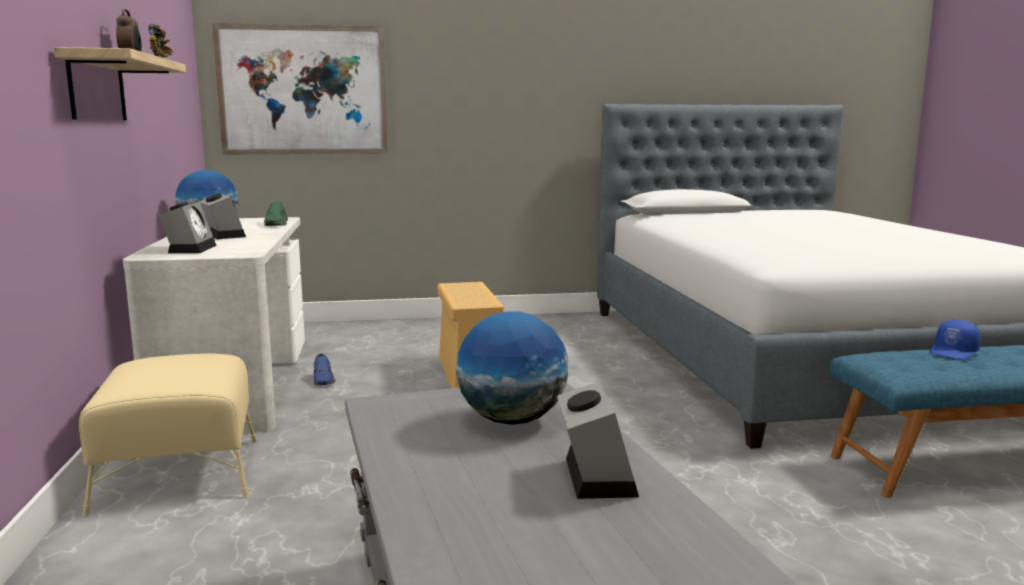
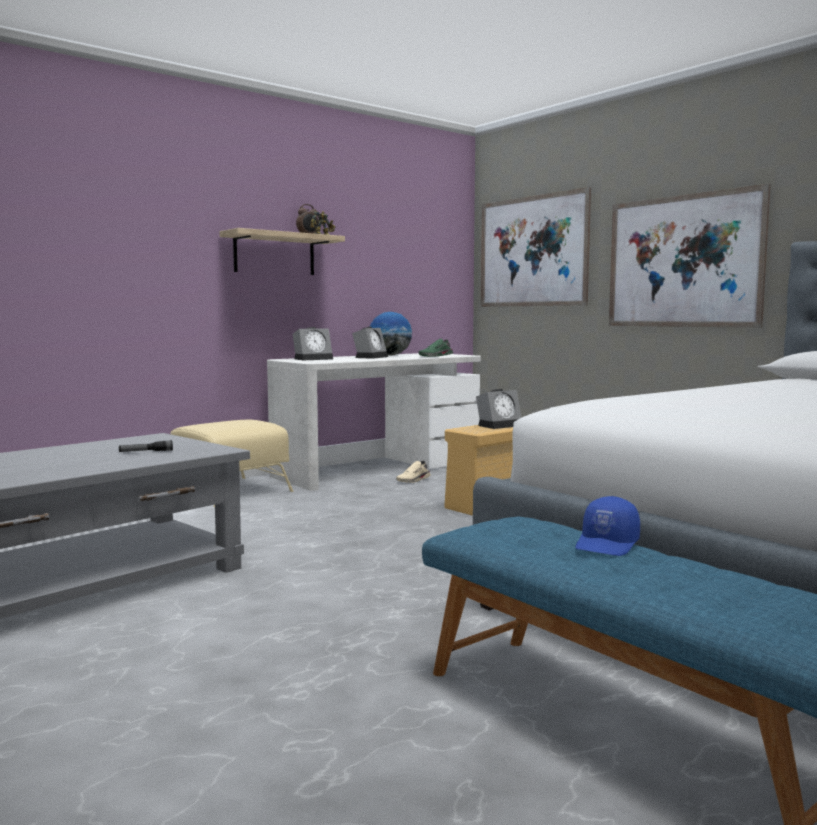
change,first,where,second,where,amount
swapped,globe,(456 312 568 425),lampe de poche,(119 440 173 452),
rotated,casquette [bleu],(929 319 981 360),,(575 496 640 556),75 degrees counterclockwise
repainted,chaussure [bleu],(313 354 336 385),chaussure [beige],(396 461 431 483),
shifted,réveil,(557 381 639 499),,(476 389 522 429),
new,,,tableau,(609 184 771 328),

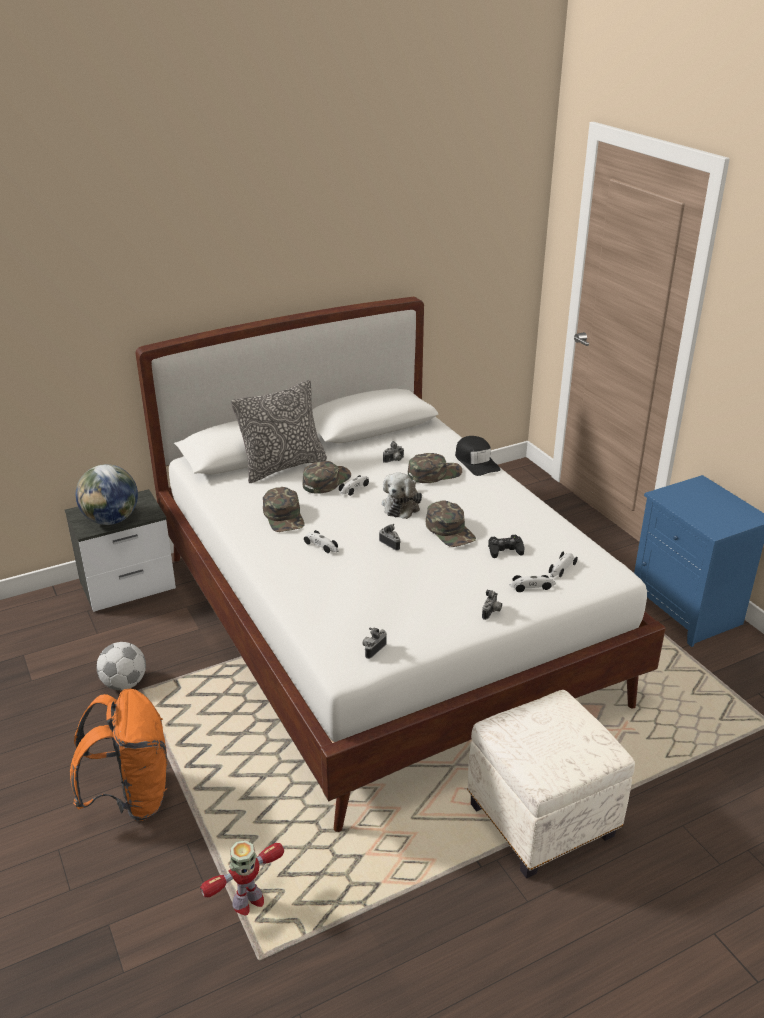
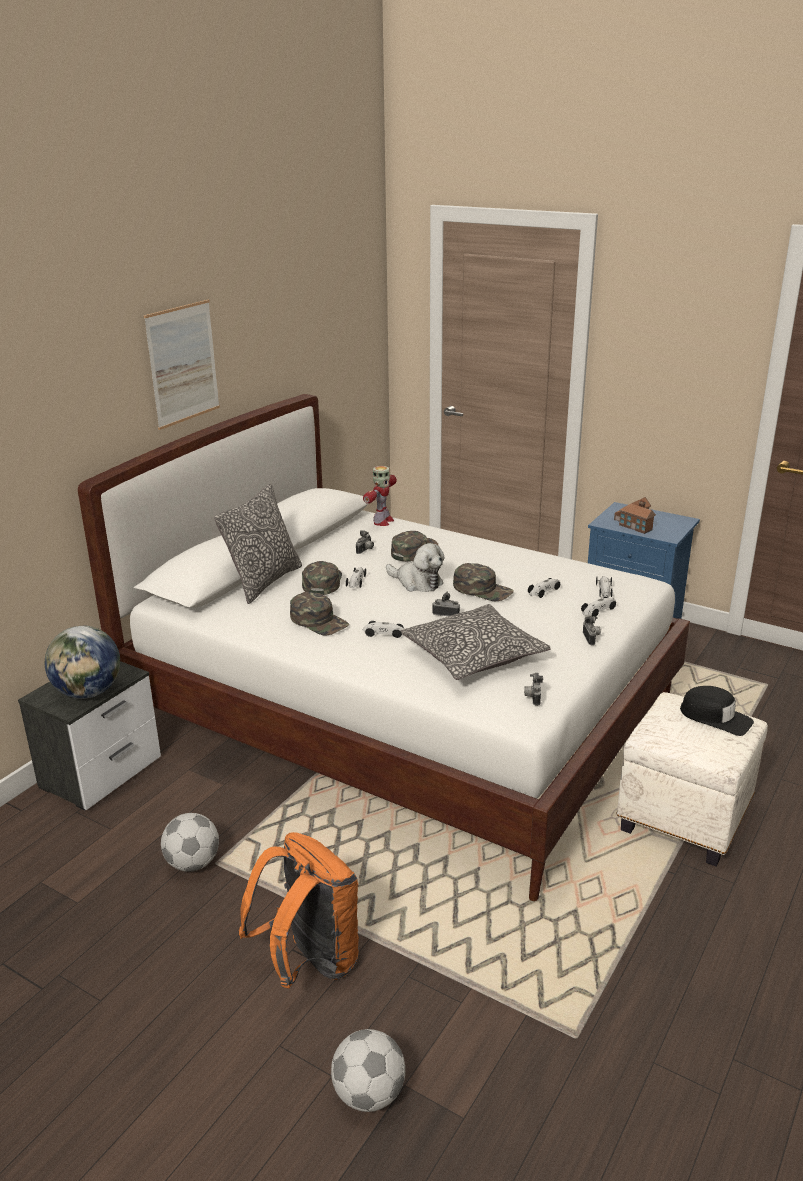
change,first,where,second,where,amount
shifted,casquette [noir],(455 436 501 476),,(680 686 754 736),
rotated,peluche,(382 473 422 519),,(386 543 444 592),45 degrees counterclockwise
swapped,manette [noir],(488 535 524 558),petite voiture,(528 578 560 598),
shifted,robot jouet,(200 840 284 915),,(363 466 397 526),
new,,,tableau,(144 300 220 430),
new,,,maison miniature,(614 497 656 534),
new,,,coussin,(401 604 551 680),
new,,,ballon de foot,(331 1029 405 1112),

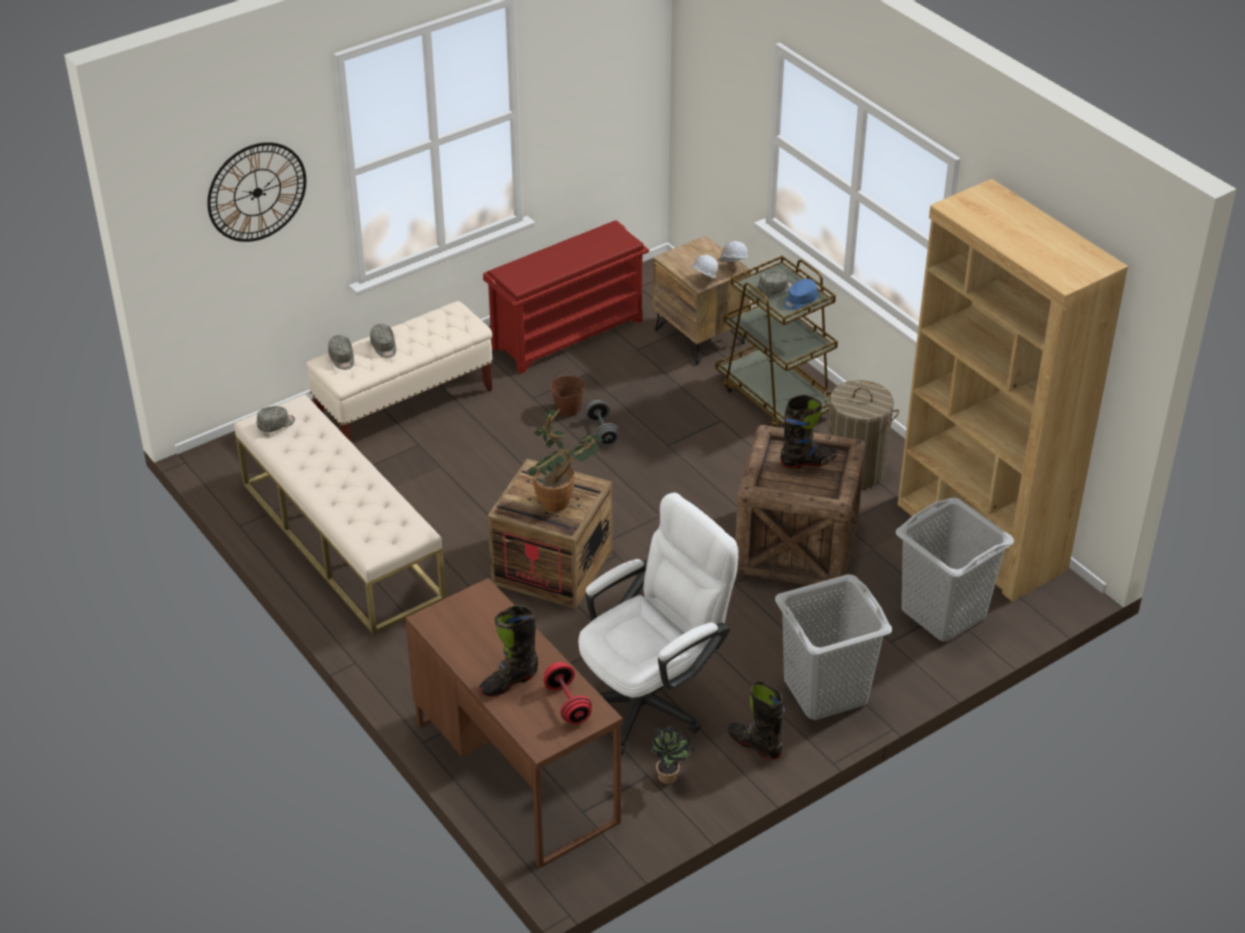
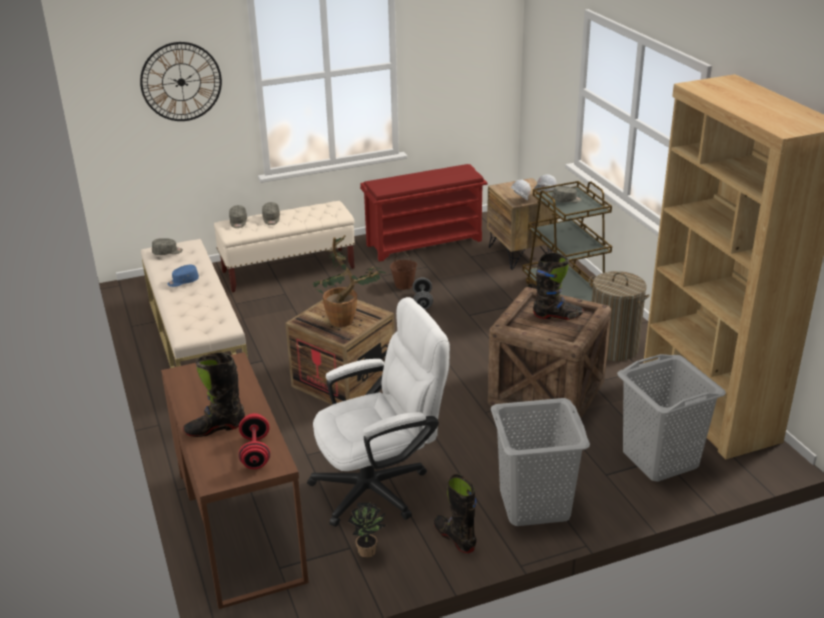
change,first,where,second,where,amount
shifted,casquette [bleu],(783 279 818 309),,(167 265 199 287),

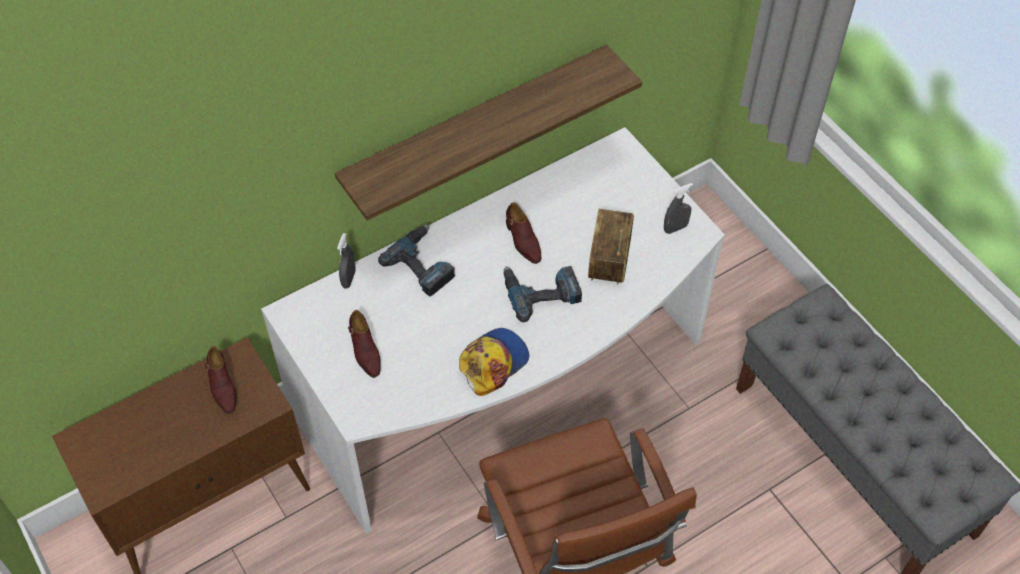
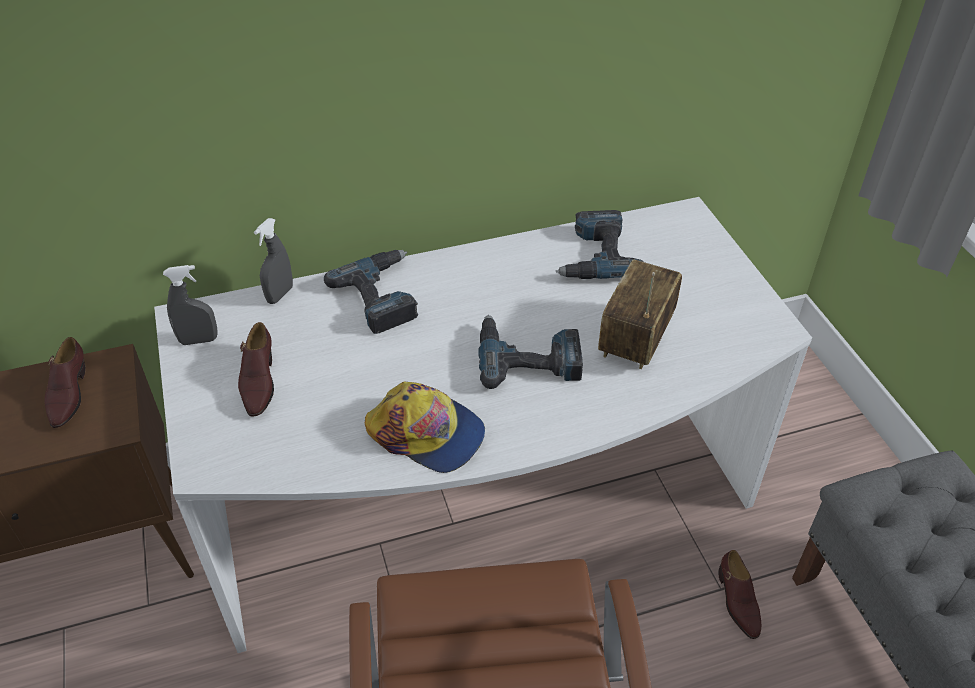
change,first,where,second,where,amount
gone,étagère,(335 45 642 221),,,
shifted,vaporisateur [gris],(664 183 693 234),,(163 265 218 345),
shifted,chaussure [marron],(506 202 541 264),,(718 550 761 639),
rotated,casquette,(459 328 529 396),,(365 382 485 473),60 degrees clockwise
new,,,perceuse,(556 210 643 279),

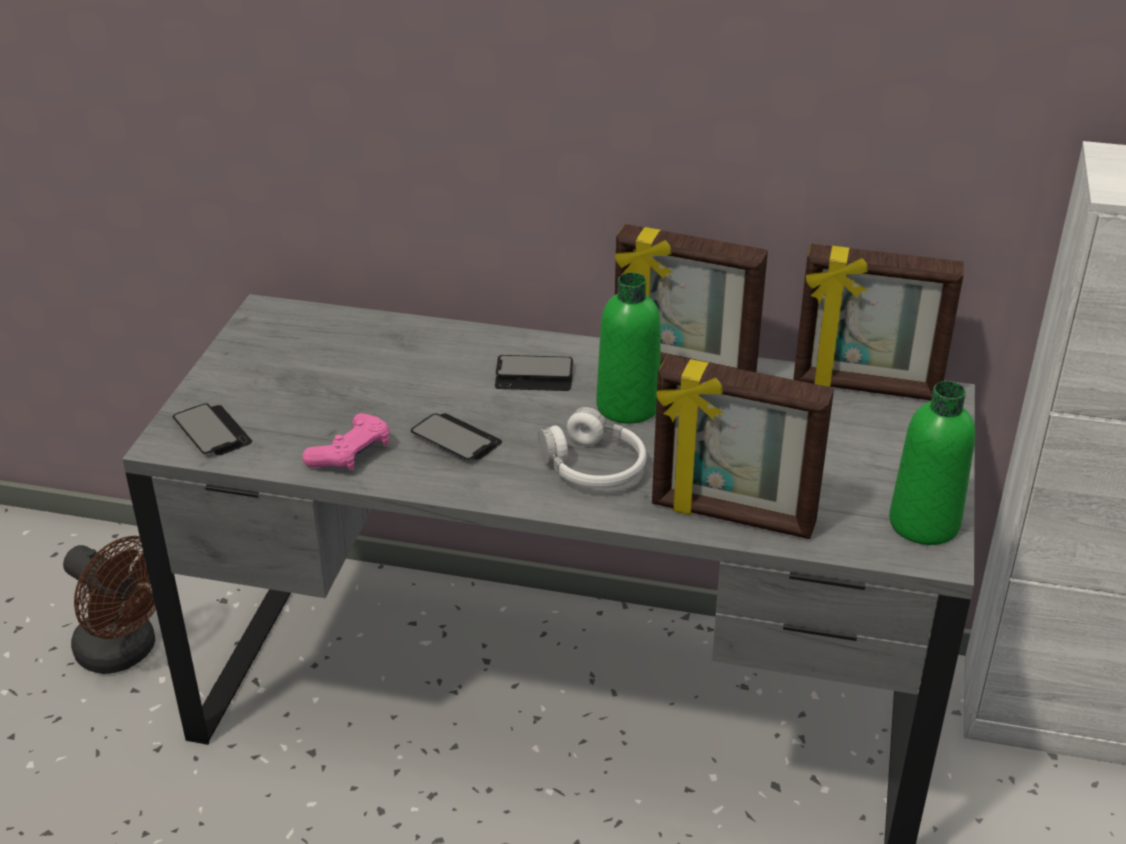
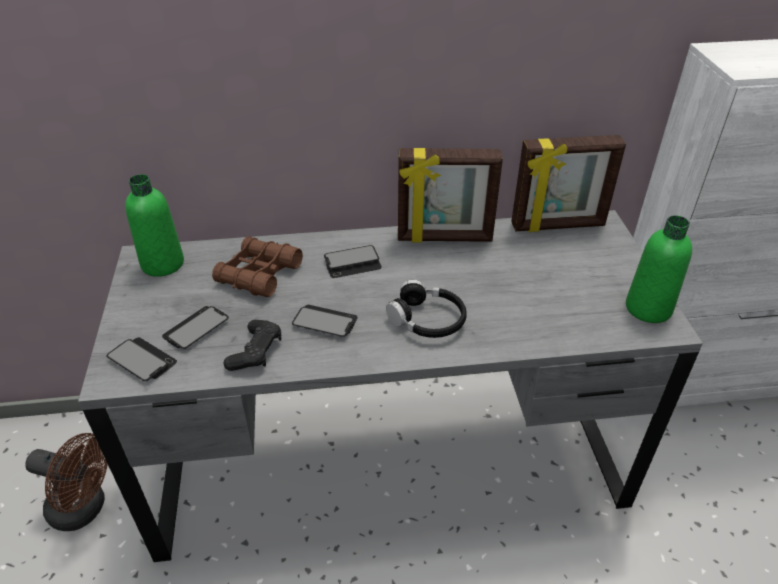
change,first,where,second,where,amount
shifted,bouteille [vert],(596 272 661 424),,(125 174 184 277),
gone,cadre photo,(652 355 834 539),,,
repainted,casque audio [blanc],(538 407 647 489),casque audio [noir],(386 280 467 338),
repainted,manette [rose],(302 413 389 471),manette [noir],(223 320 281 371),
new,,,jumelles [marron],(212 236 303 297),
new,,,téléphone,(162 306 229 349),

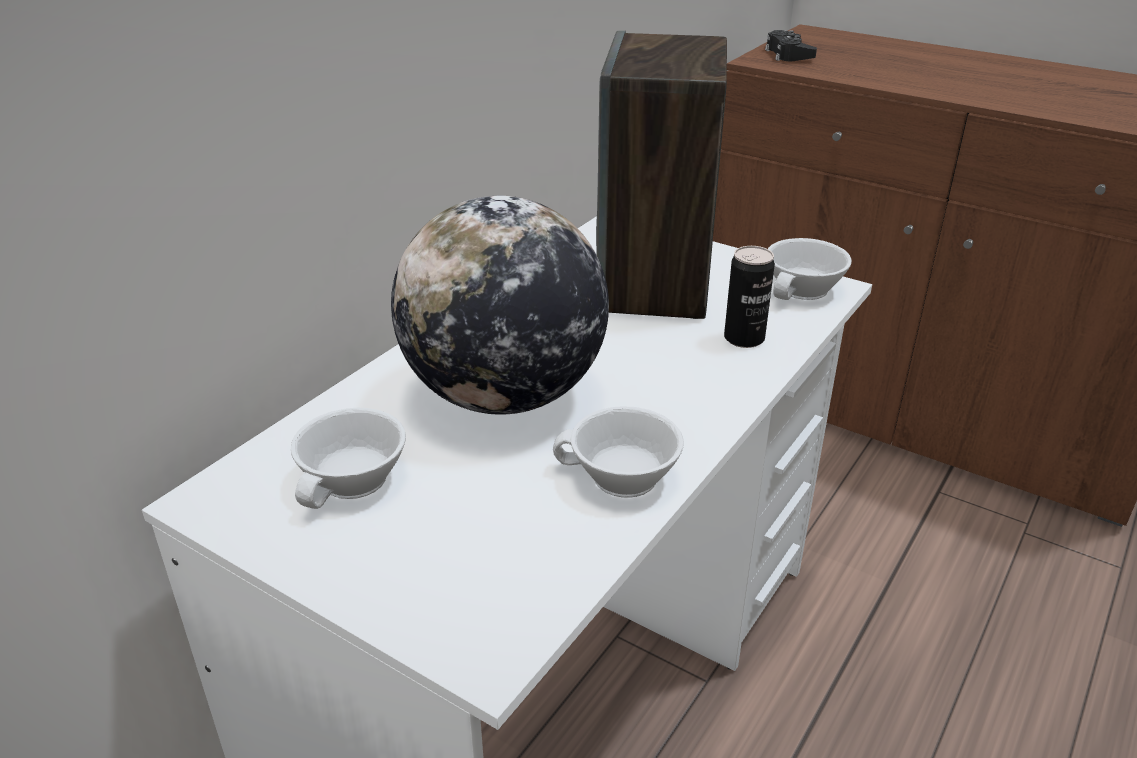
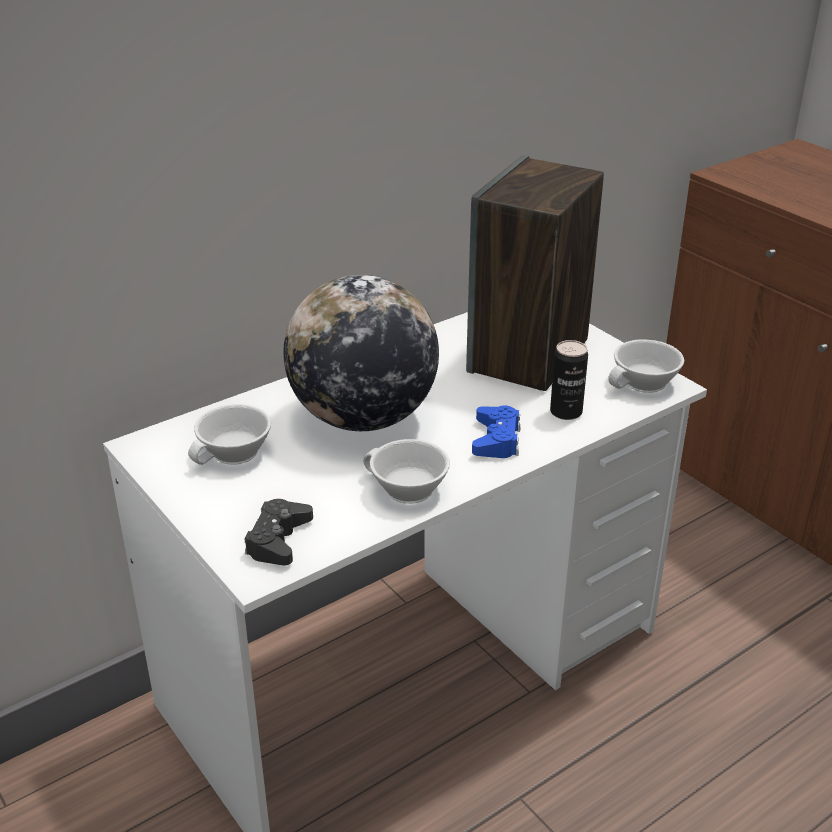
change,first,where,second,where,amount
shifted,manette [noir],(765 30 817 61),,(245 499 313 566),
new,,,manette [bleu],(472 406 520 458),

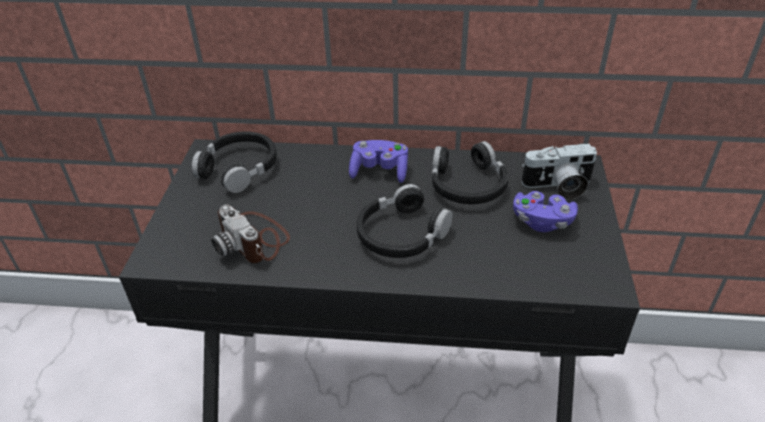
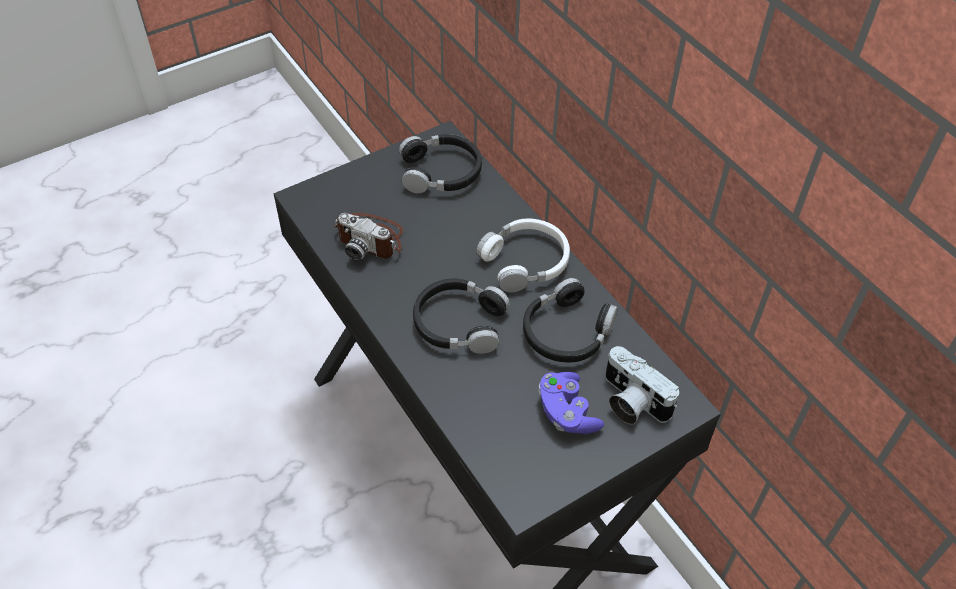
change,first,where,second,where,amount
swapped,manette [violet],(349 140 408 183),casque audio [blanc],(476 219 570 292),
rotated,appareil photo,(211 205 290 263),,(333 213 403 260),75 degrees counterclockwise

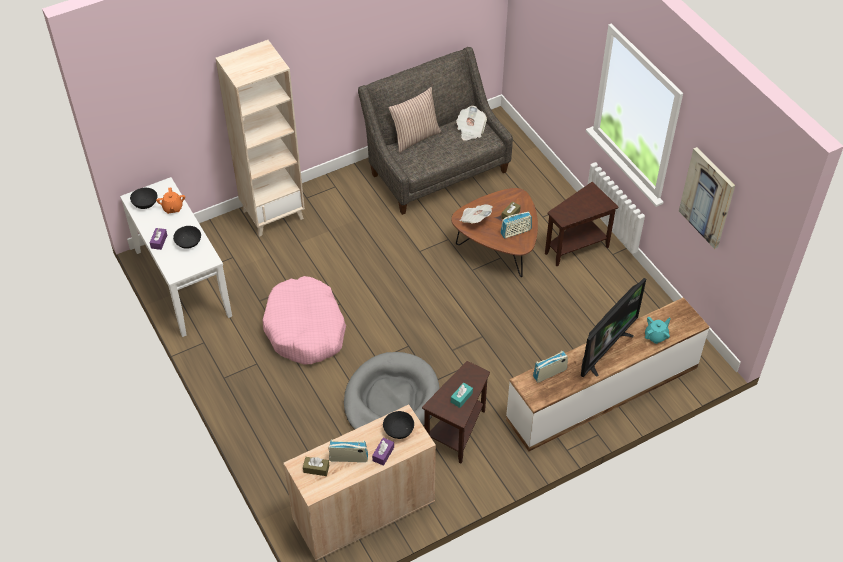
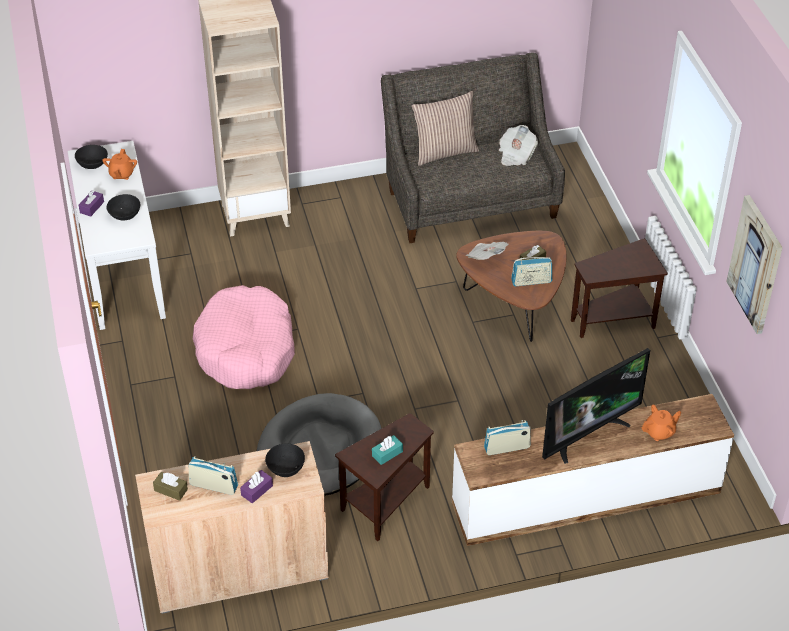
change,first,where,second,where,amount
repainted,théière [turquoise],(645 317 670 344),théière [orange],(641 404 682 441),

